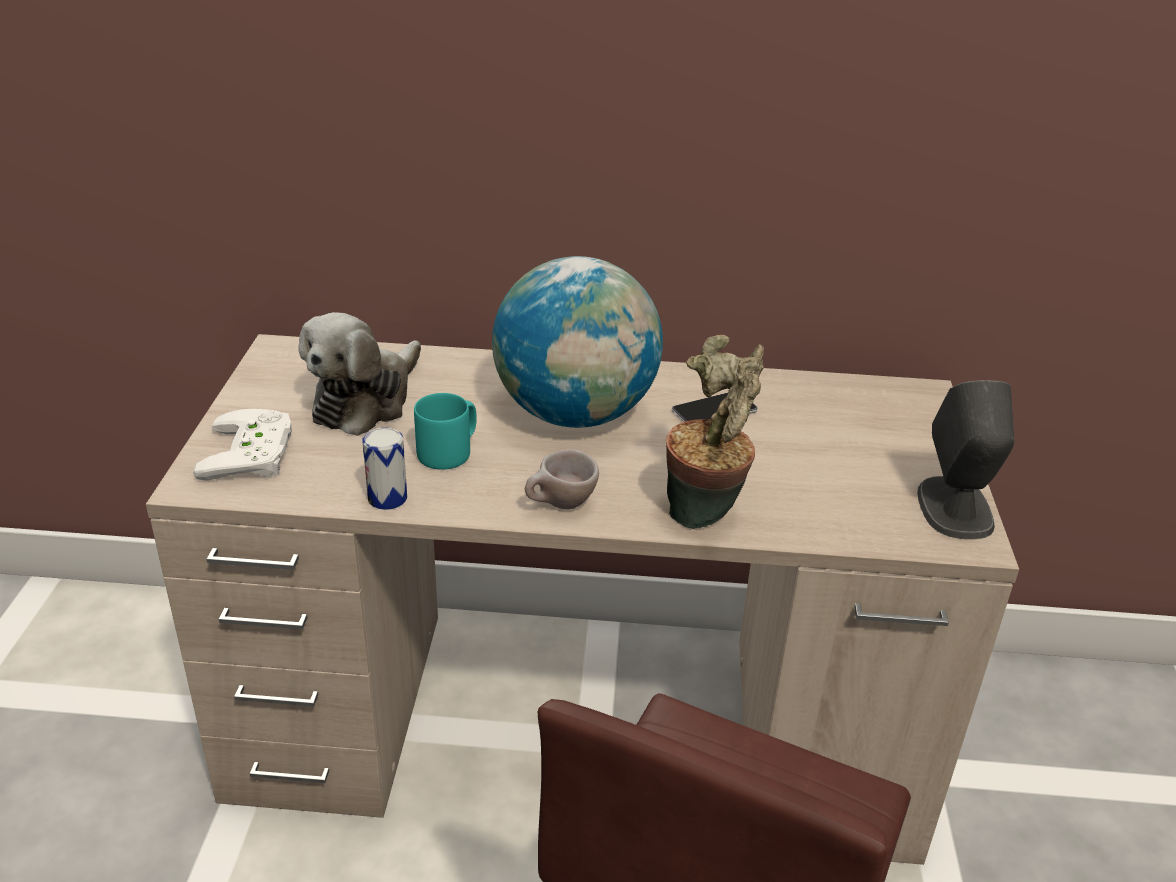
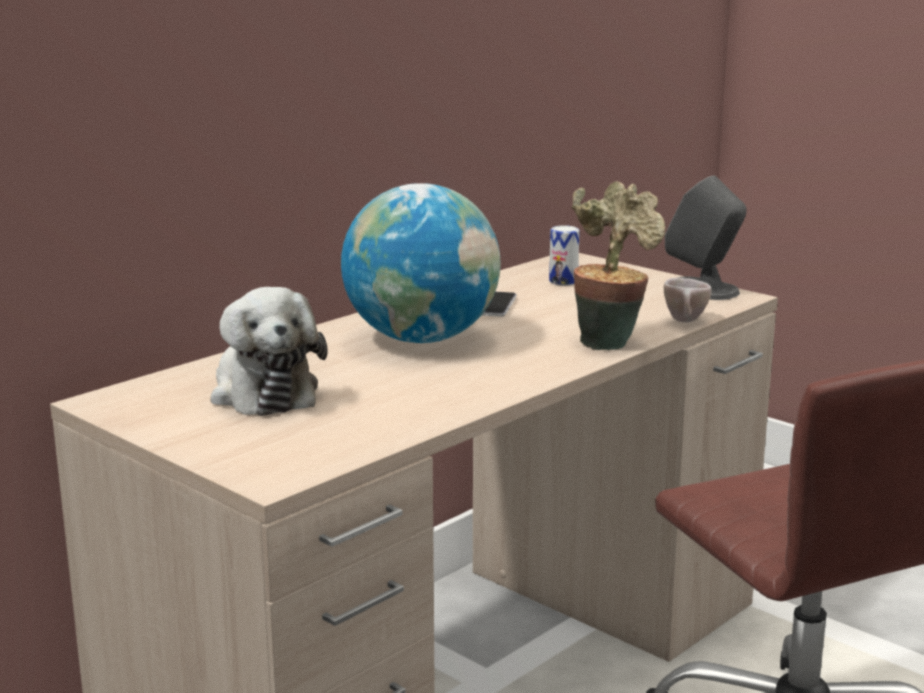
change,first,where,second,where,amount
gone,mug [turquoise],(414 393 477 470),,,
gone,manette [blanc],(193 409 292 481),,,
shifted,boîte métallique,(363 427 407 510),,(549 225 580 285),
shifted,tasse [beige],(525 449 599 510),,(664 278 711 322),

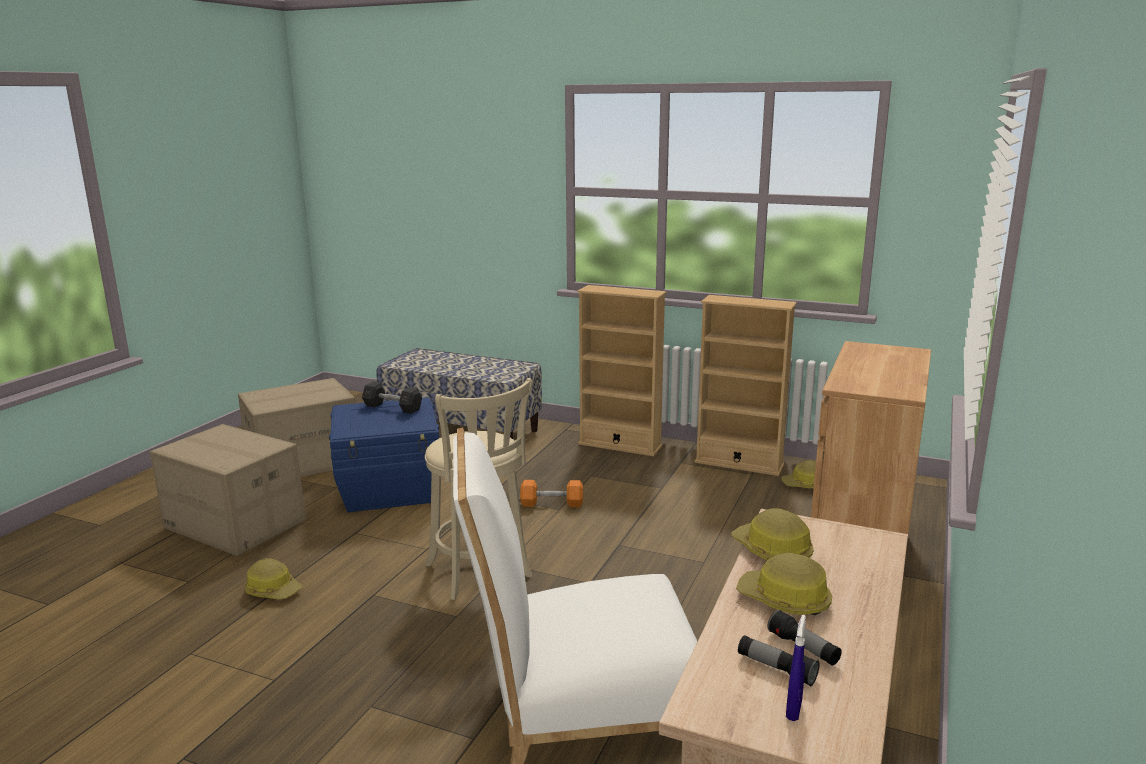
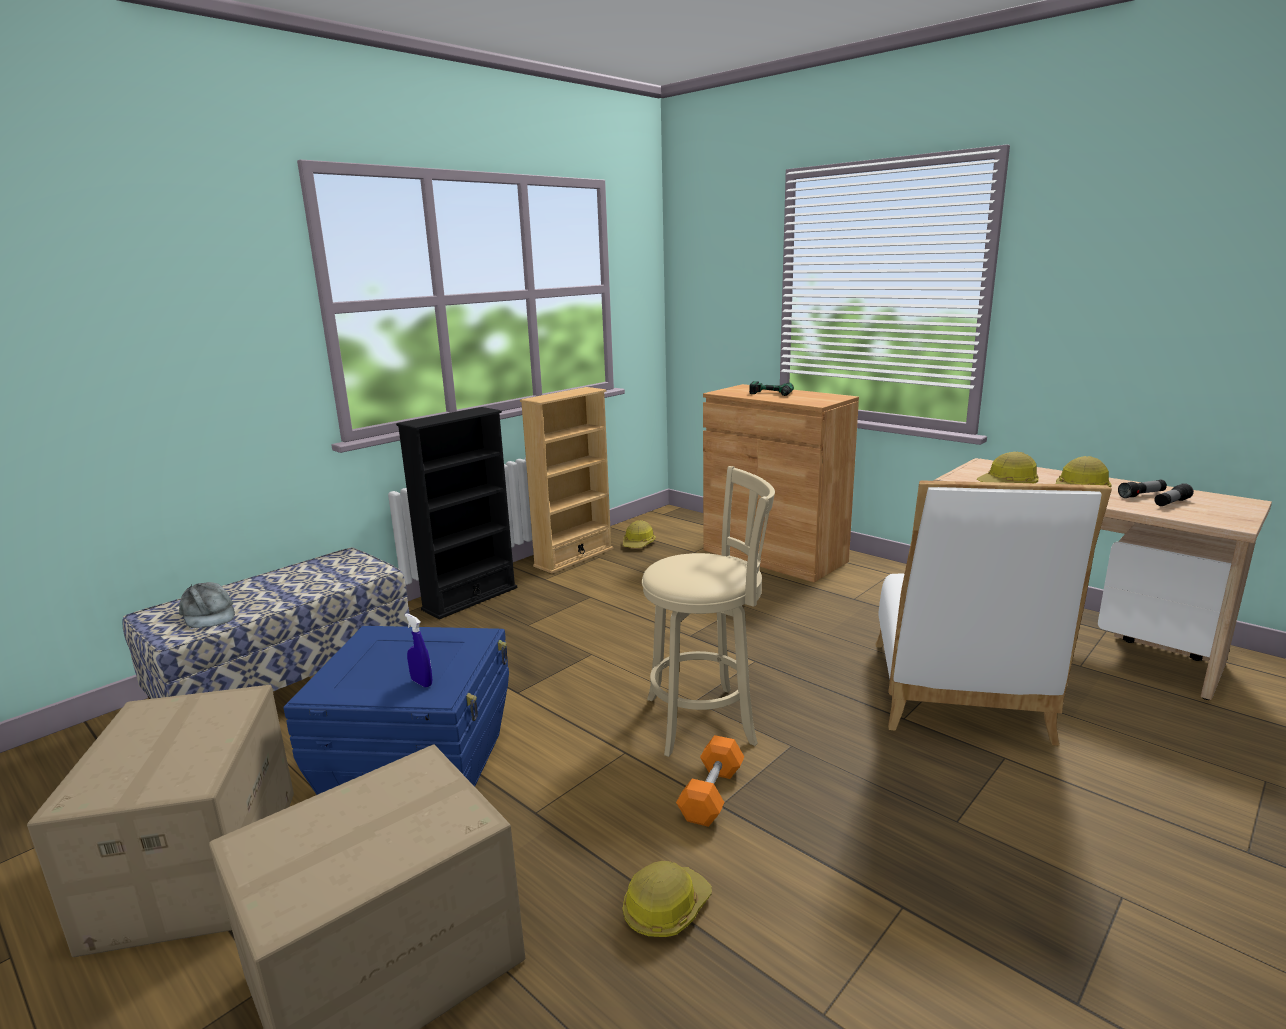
change,first,where,second,where,amount
repainted,bibliothèque [beige],(577 285 667 456),bibliothèque [noir],(396 407 517 619),
gone,haltère [gris],(362 382 422 414),,,
shifted,haltère [orange],(520 480 583 507),,(676 735 744 827),
shifted,vaporisateur [bleu],(786 615 806 721),,(405 613 432 687),
new,,,perceuse,(749 381 794 396),
new,,,casquette [gris],(179 582 235 628),

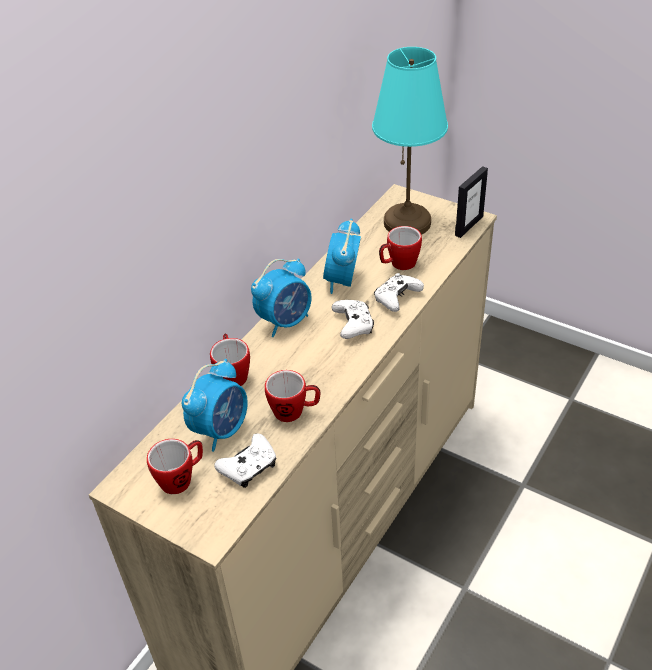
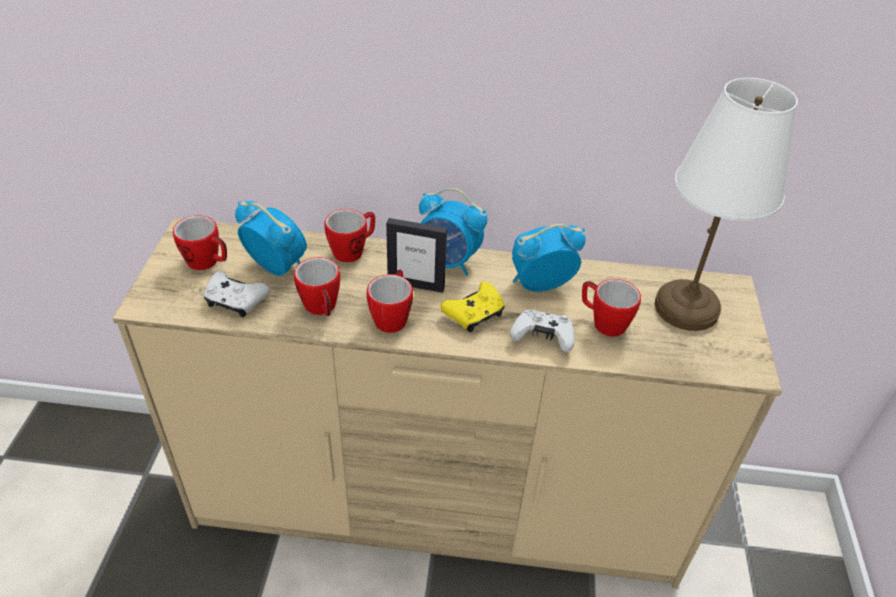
change,first,where,second,where,amount
repainted,lampe de table [turquoise],(372 47 448 235),lampe de table [blanc],(655 78 798 331),
shifted,cadre photo,(455 166 488 238),,(386 218 447 293),
repainted,manette [blanc],(332 300 374 339),manette [jaune],(441 282 505 332),
rotated,réveil,(182 359 248 452),,(235 201 307 276),150 degrees counterclockwise
new,,,mug,(367 270 413 333),

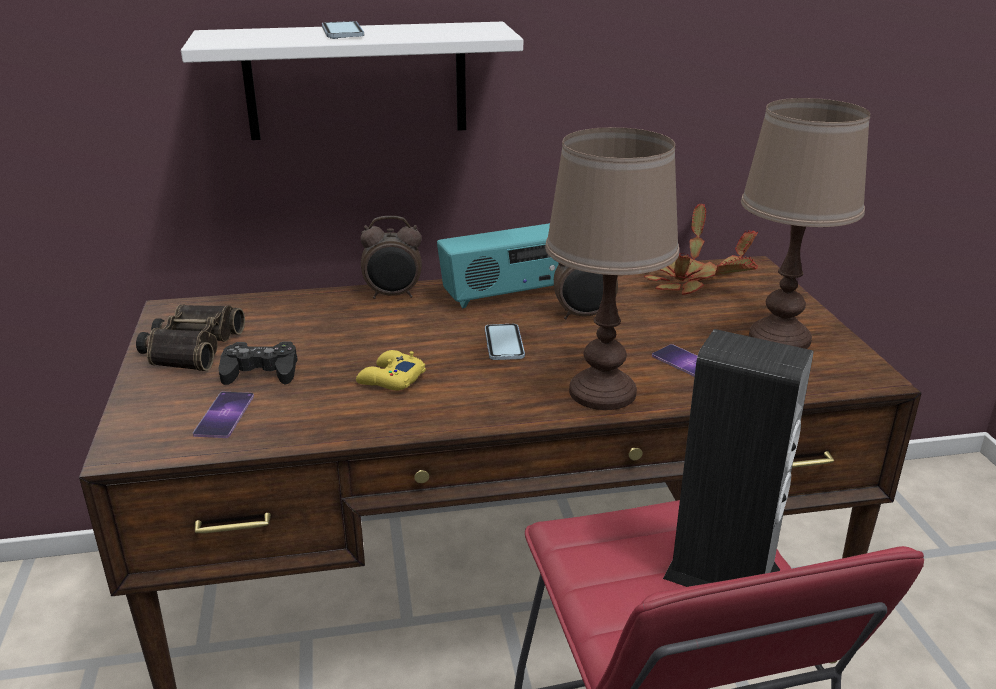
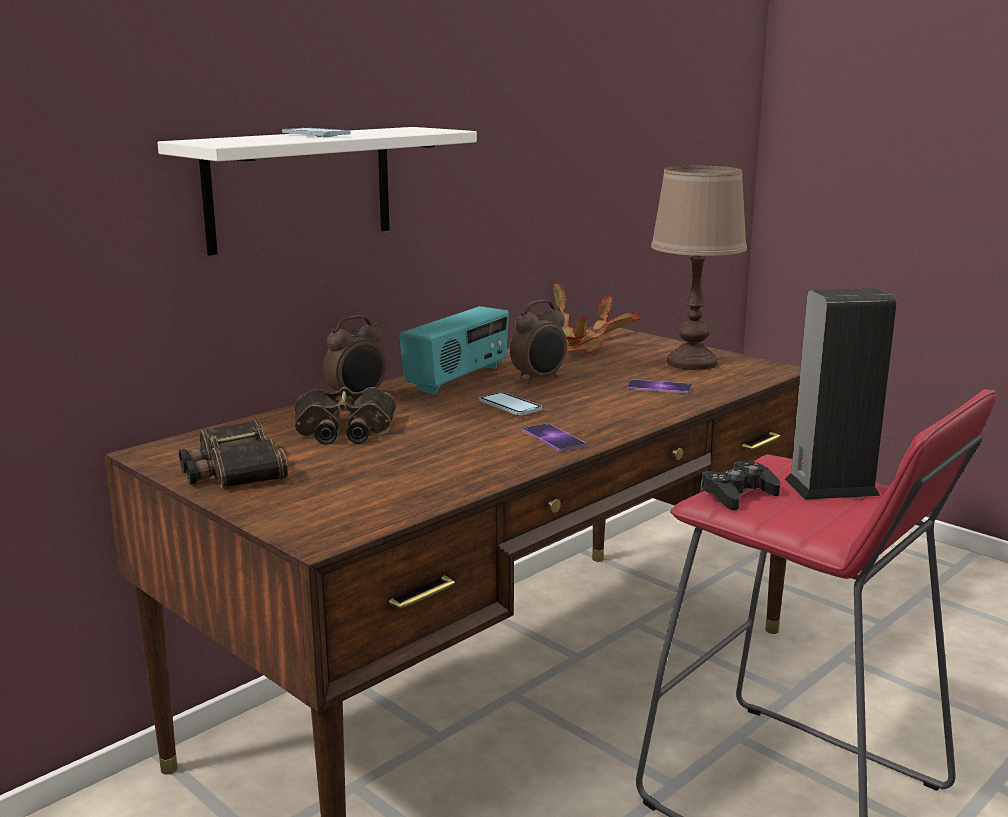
change,first,where,second,where,amount
gone,lampe de table [marron],(545 127 679 410),,,
shifted,manette [noir],(218 341 298 385),,(700 461 780 510),
gone,manette [jaune],(356 350 426 391),,,
shifted,téléphone,(193 392 254 438),,(522 423 586 451),
new,,,jumelles,(295 387 396 444),

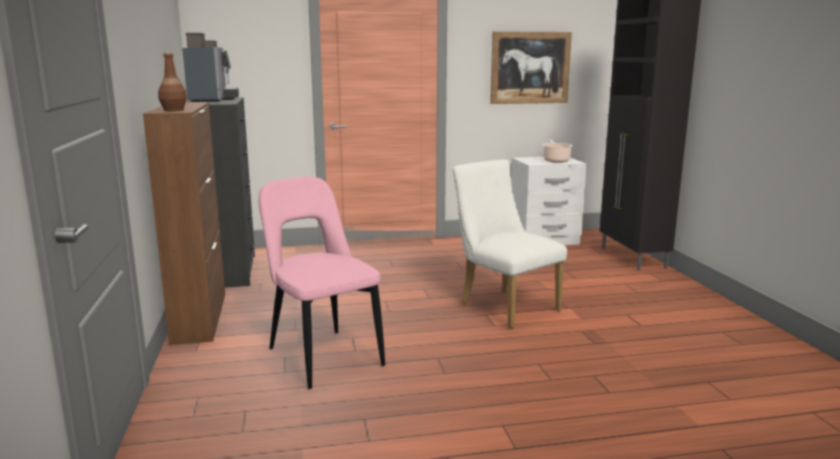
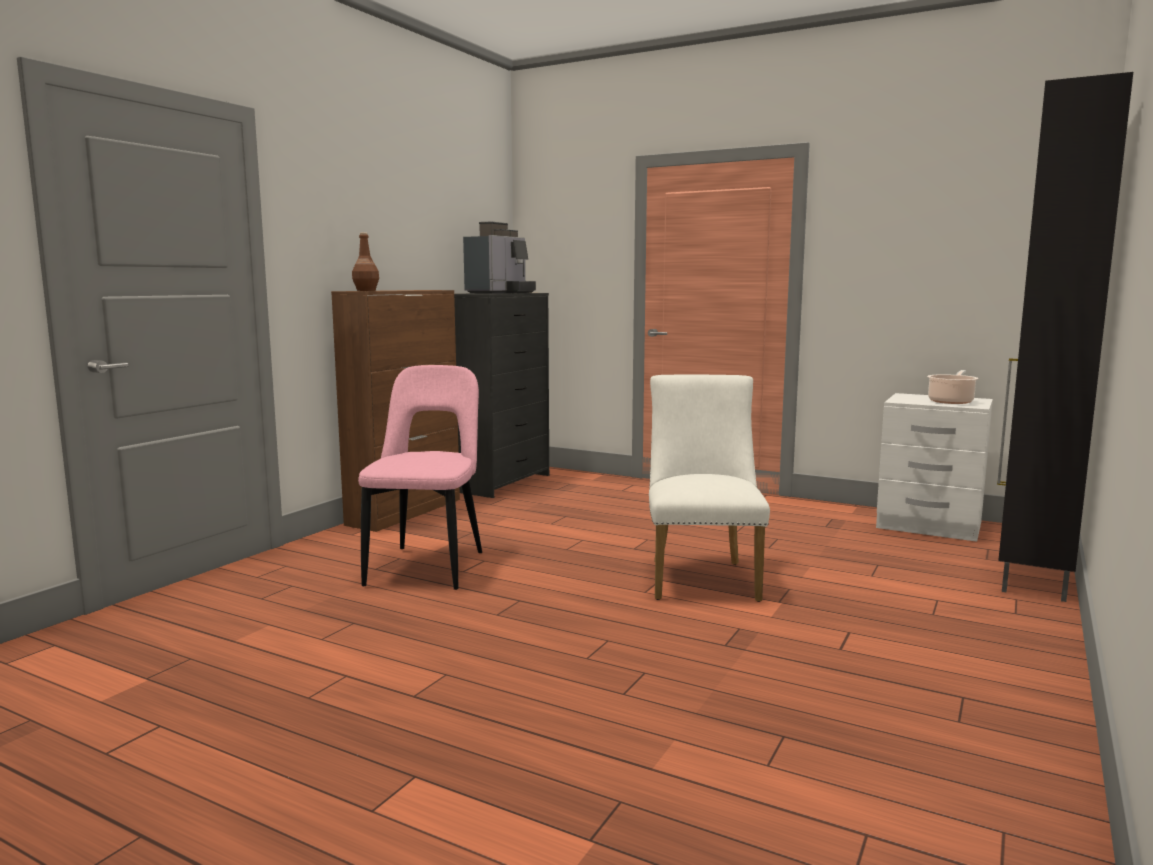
change,first,where,second,where,amount
gone,tableau,(490 31 572 104),,,

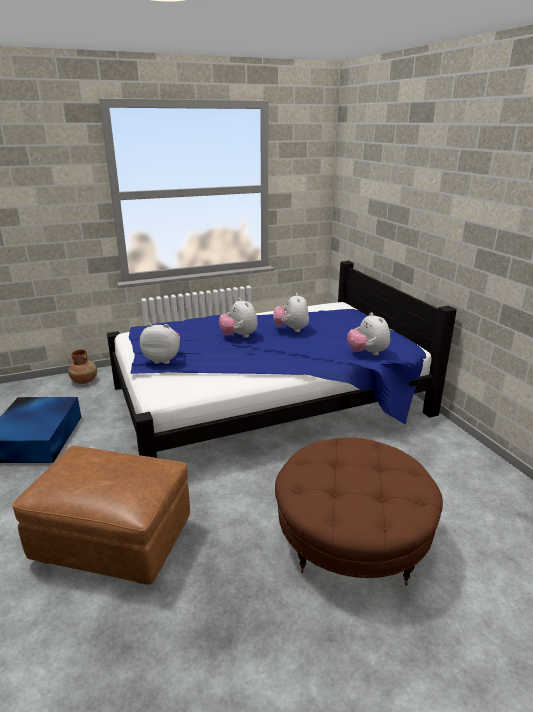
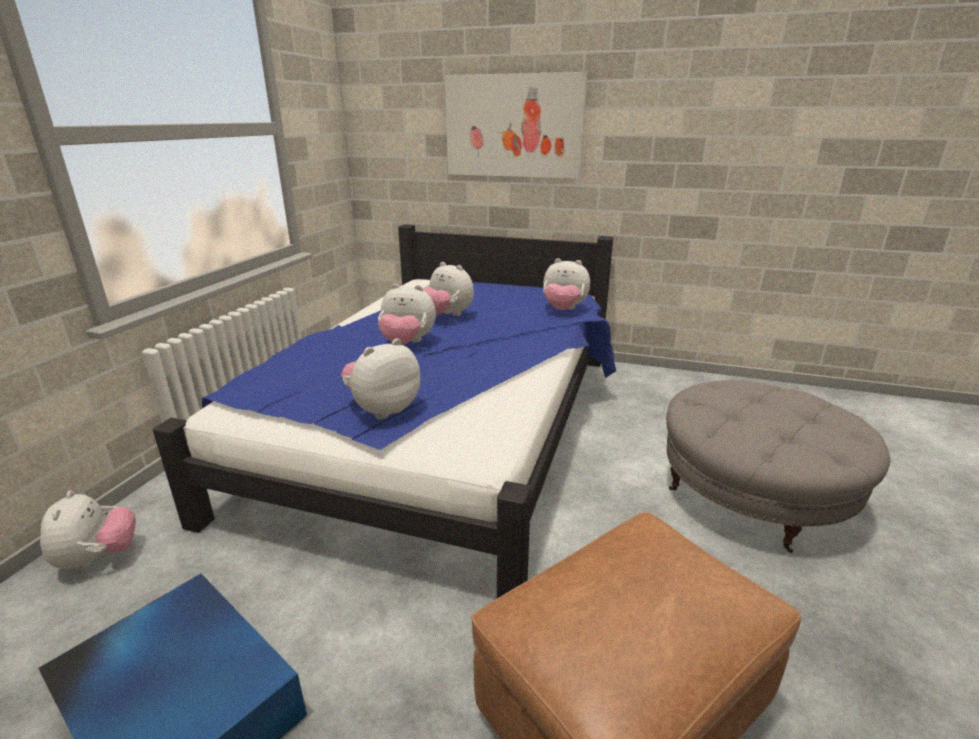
change,first,where,second,where,amount
swapped,vase [marron],(68 349 97 384),peluche,(40 490 136 571),
repainted,pouf [marron],(275 437 443 586),pouf [gris],(666 380 890 553),
new,,,tableau,(445 72 587 179),

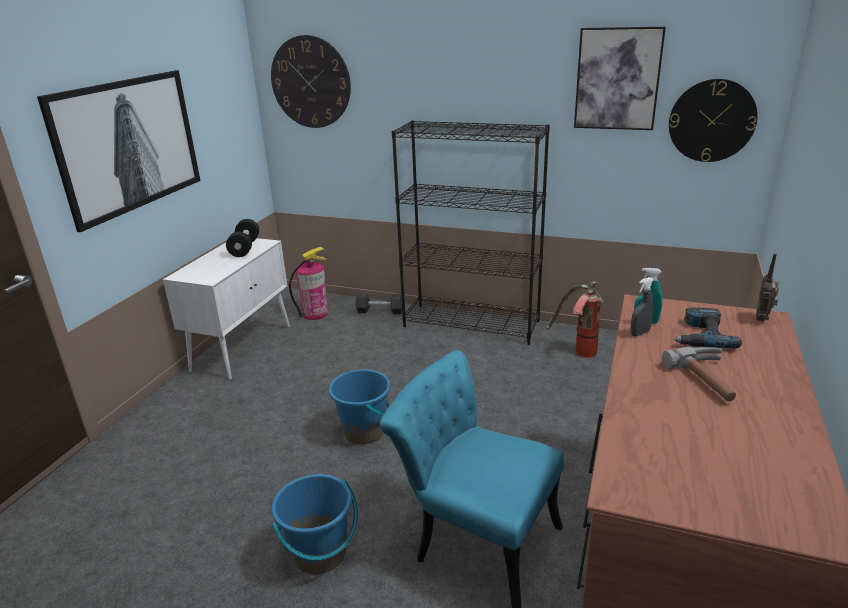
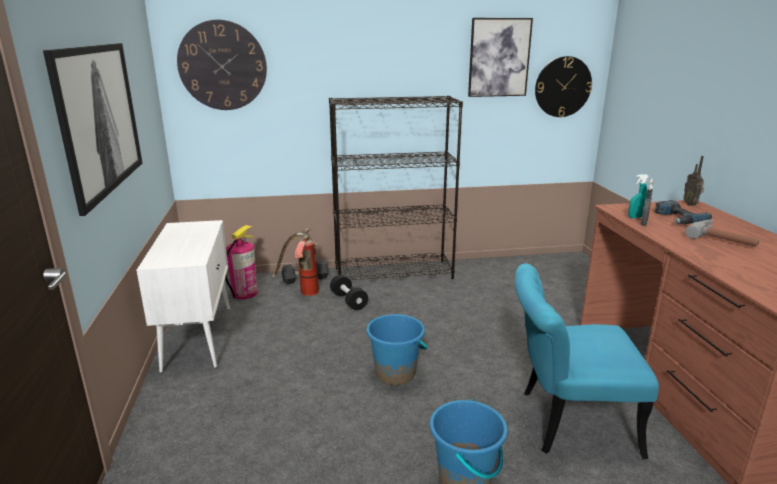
change,first,where,second,where,amount
shifted,haltère [noir],(226 219 259 257),,(330 274 368 310),
shifted,extincteur,(546 281 603 358),,(272 228 319 296),

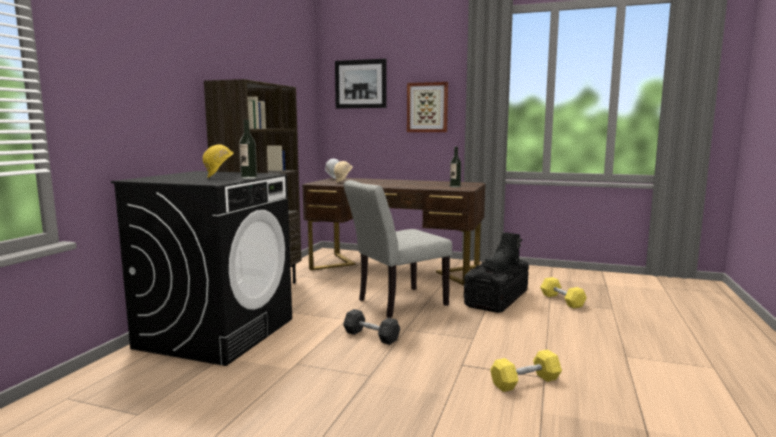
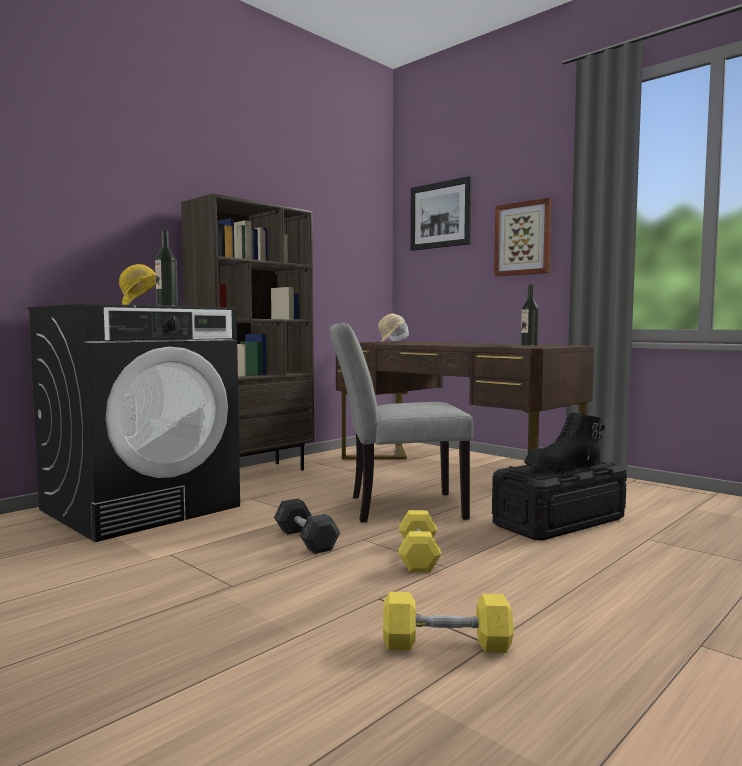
change,first,where,second,where,amount
shifted,haltère [jaune],(540 277 587 309),,(399 510 441 572),

